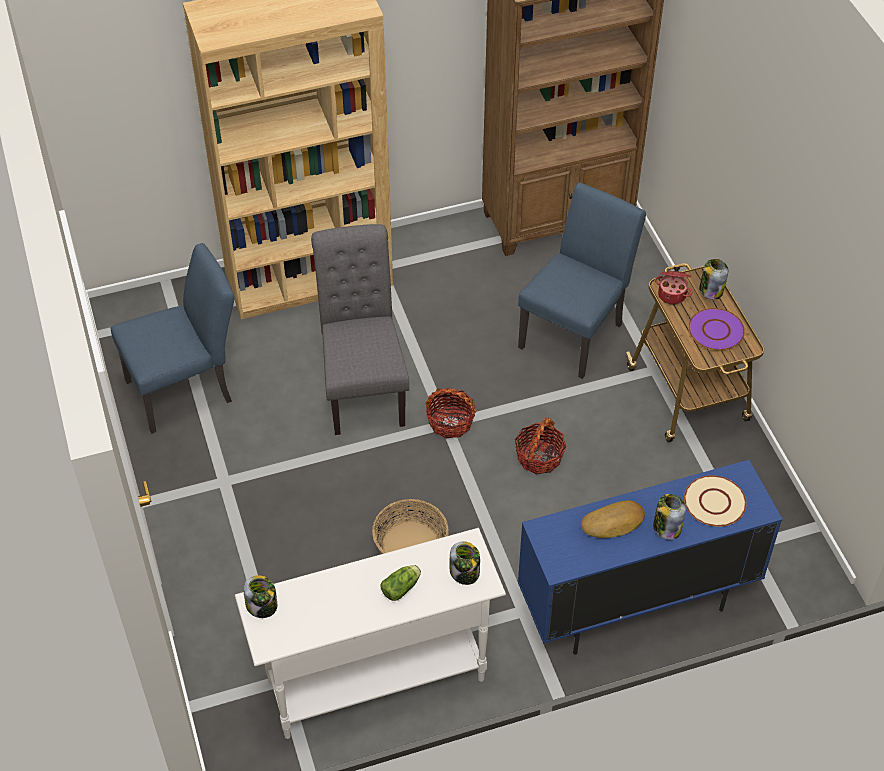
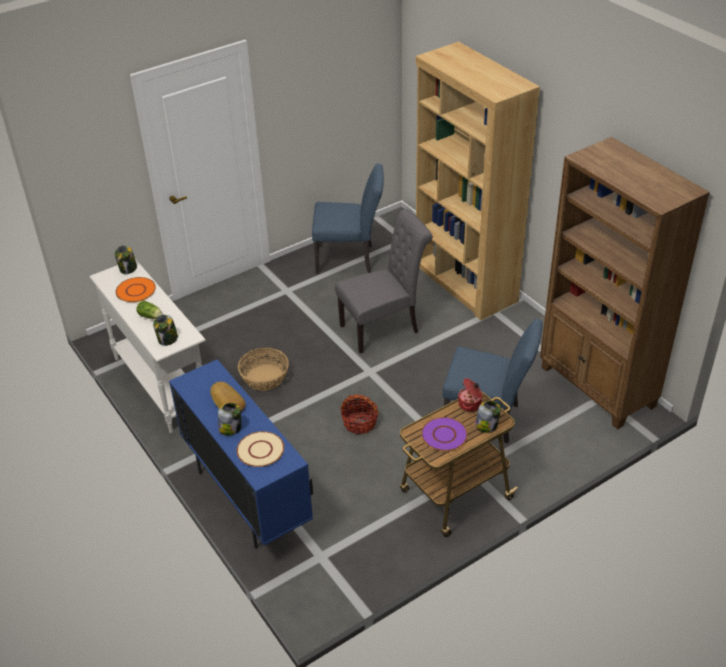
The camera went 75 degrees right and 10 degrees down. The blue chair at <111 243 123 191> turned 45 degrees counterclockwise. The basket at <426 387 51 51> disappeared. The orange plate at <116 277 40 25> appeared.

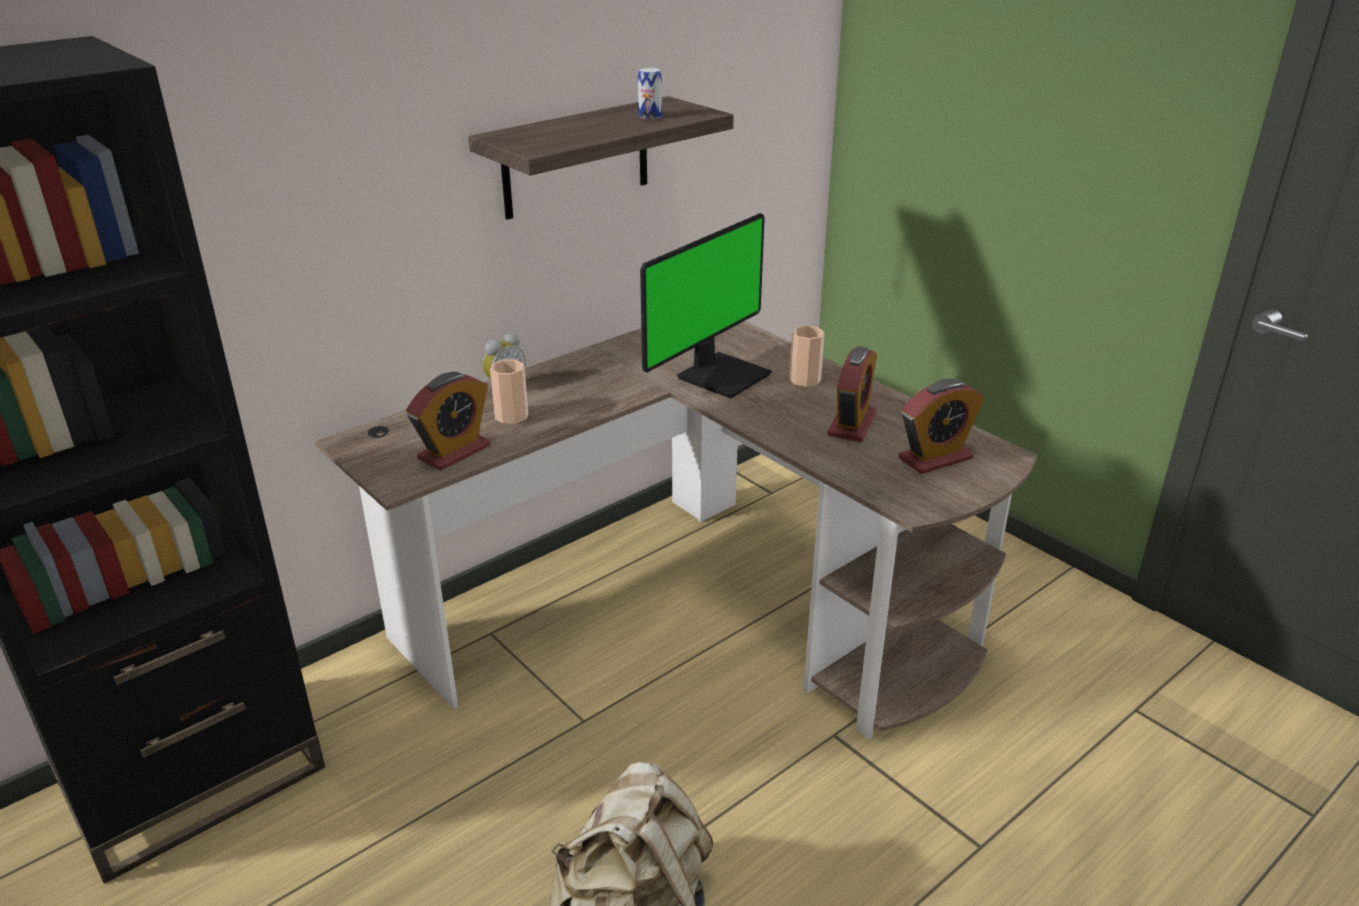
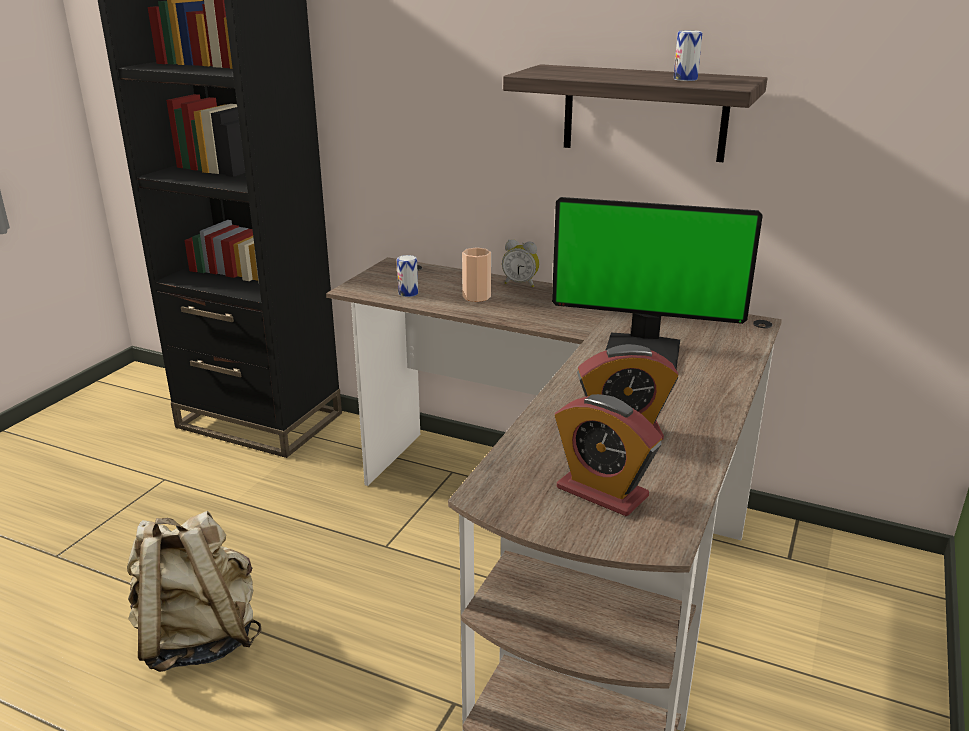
The camera went 65 degrees right and 5 degrees down. The cup at <789 325 36 62> disappeared. The alarm clock at <406 372 85 99> was replaced by the can at <397 255 21 42>.

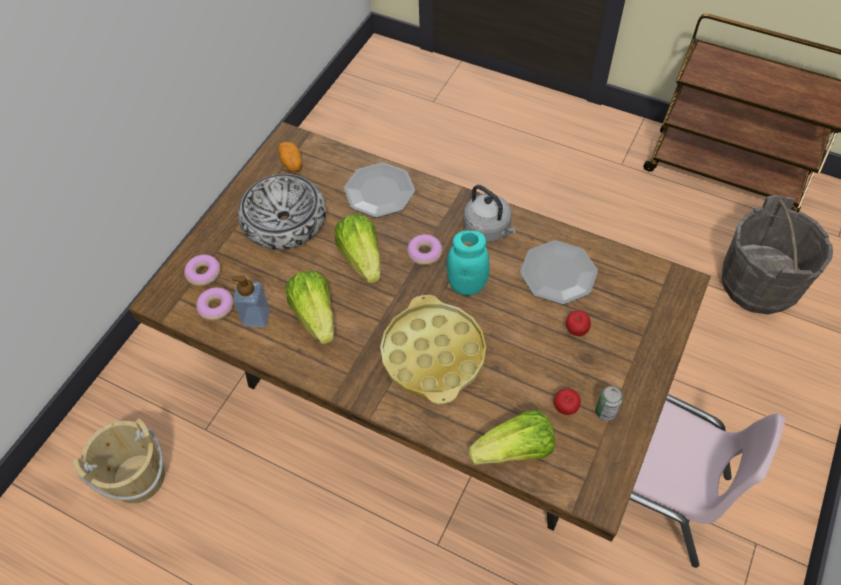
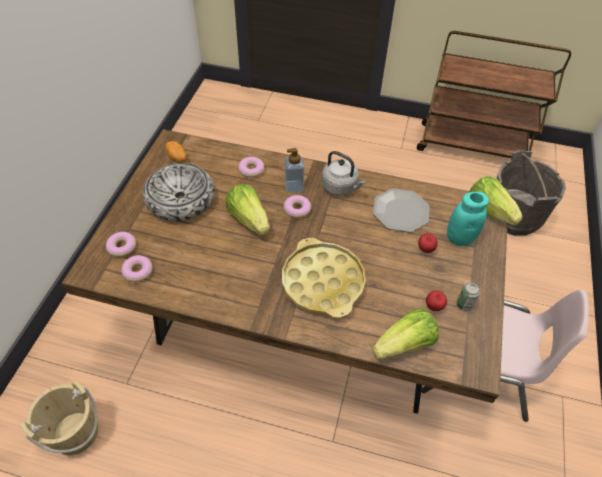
The camera went 15 degrees left and 5 degrees down. The plate at <344 163 71 54> was replaced by the donut at <238 157 26 21>. The turquoise jar moved from <447 231 43 64> to <447 192 42 54>. The lettuce moved from <285 271 49 73> to <469 176 54 50>. The soap dispenser moved from <231 275 39 53> to <285 148 19 45>.

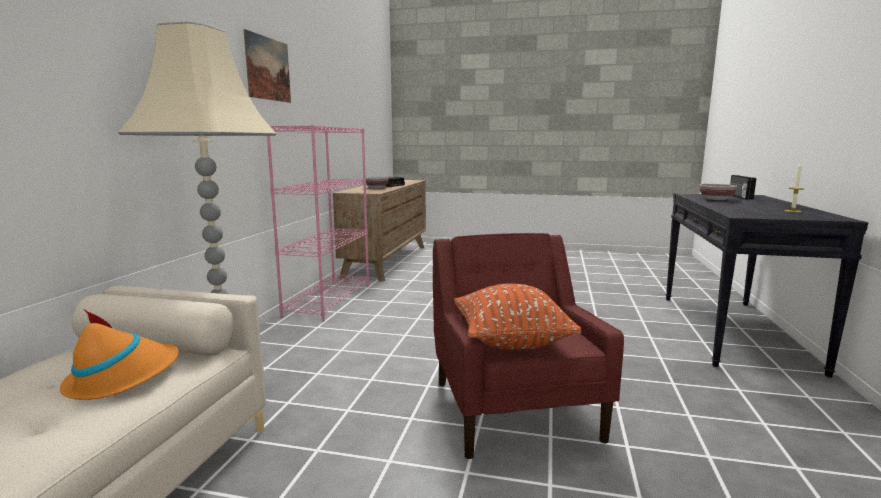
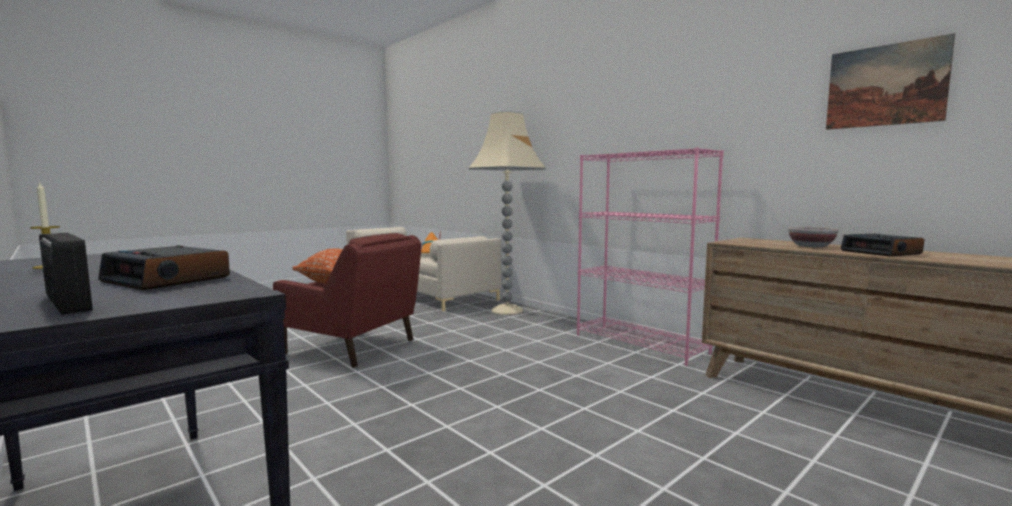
The camera went 125 degrees right and 5 degrees down. The picture moved from <243 29 48 74> to <826 33 129 97>. The bowl at <699 184 38 16> was replaced by the alarm clock at <98 245 132 45>.

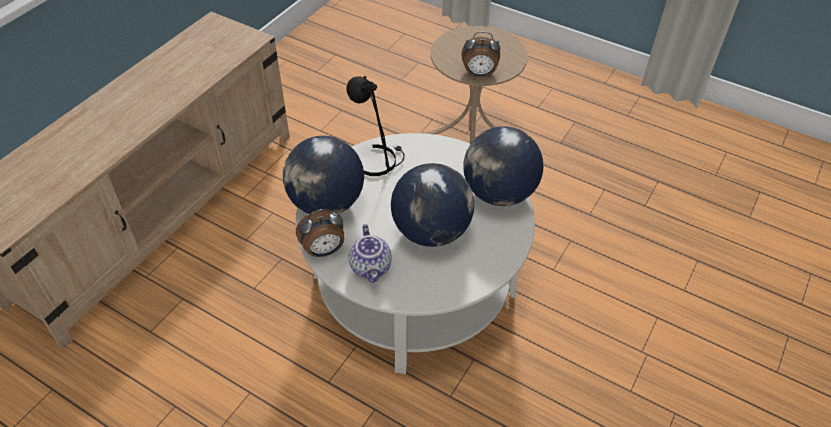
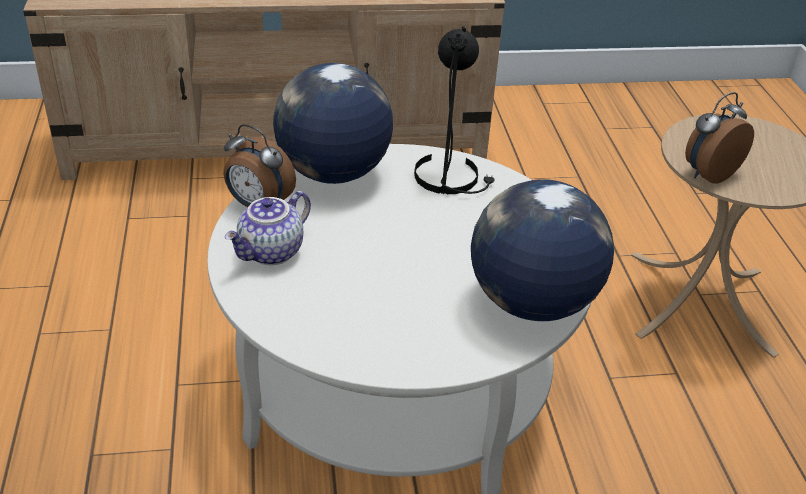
The camera went 50 degrees right and 10 degrees down. The alarm clock at <462 32 38 45> turned 90 degrees clockwise. The globe at <391 163 83 84> disappeared.

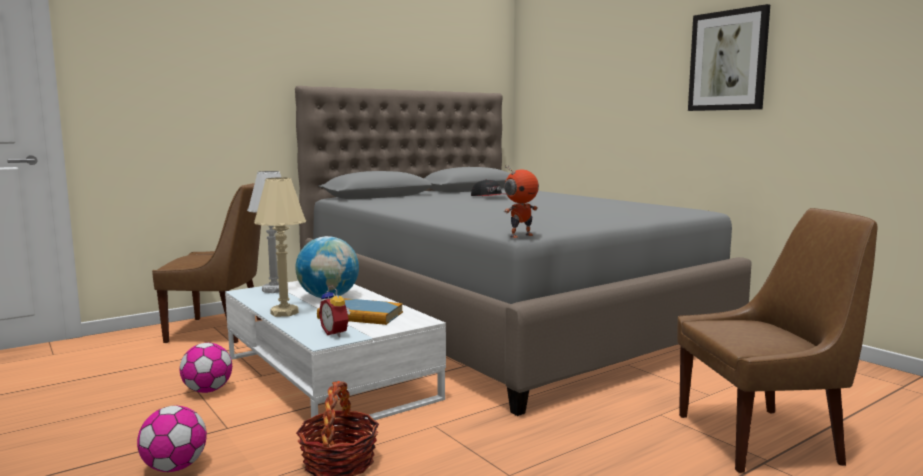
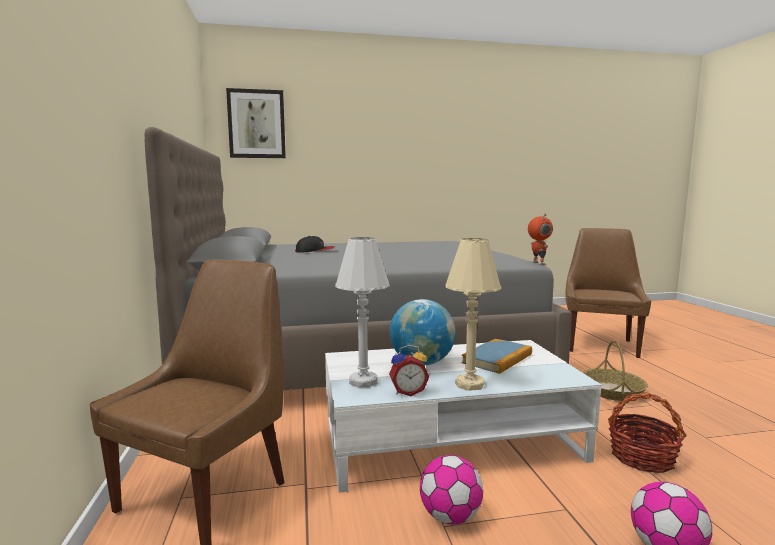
The camera went 65 degrees left and 0 degrees up. The picture moved from <688 4 82 107> to <226 88 60 70>. The alarm clock moved from <319 286 32 51> to <389 345 40 51>. The basket at <582 340 66 61> appeared.

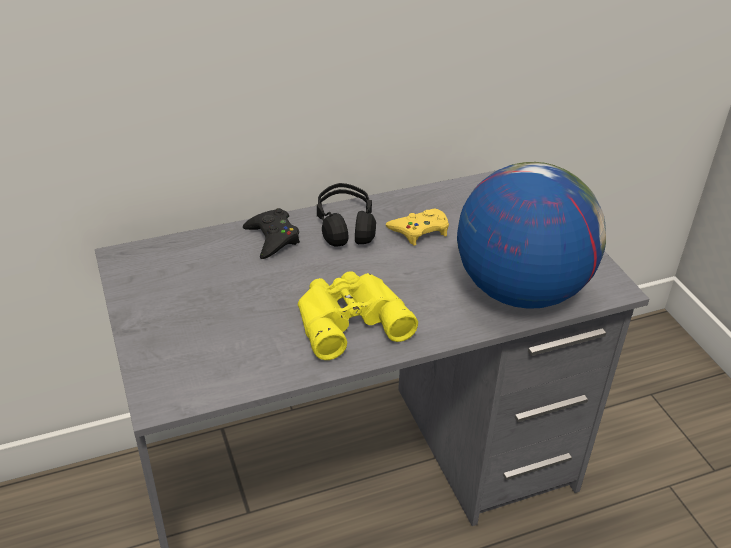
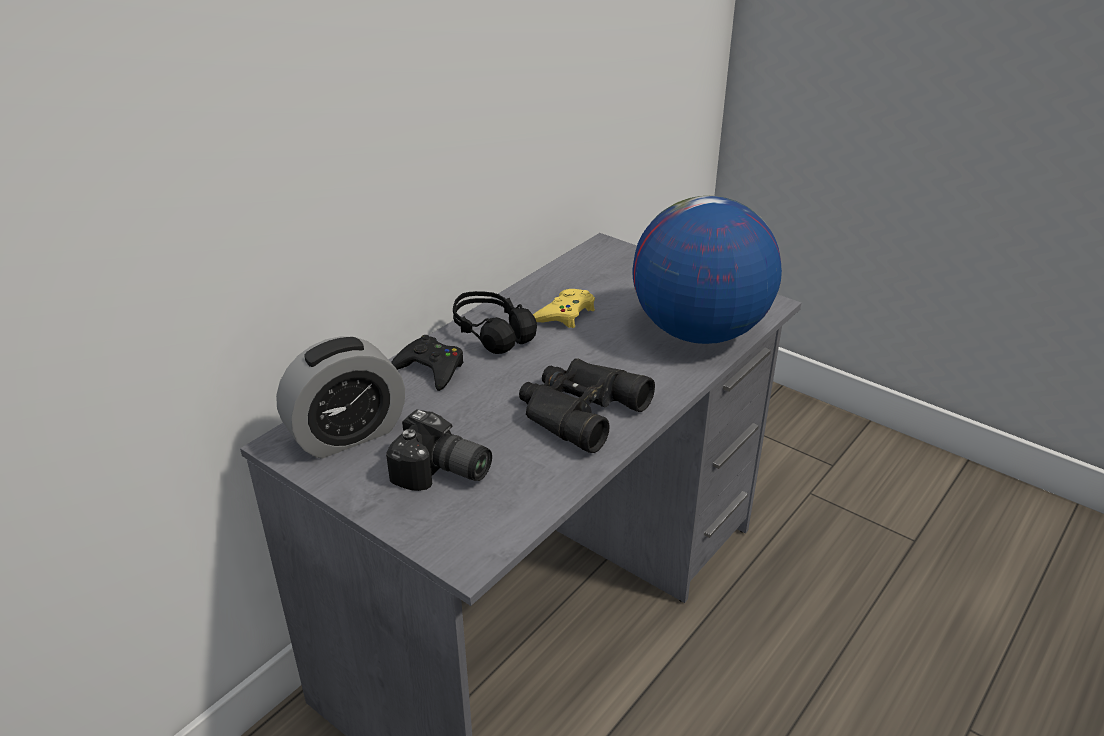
The camera went 30 degrees left and 5 degrees down. The yellow binoculars at <298 271 120 89> became the black binoculars at <519 358 136 95>. The alarm clock at <276 336 129 123> appeared. The photo camera at <386 409 106 82> appeared.

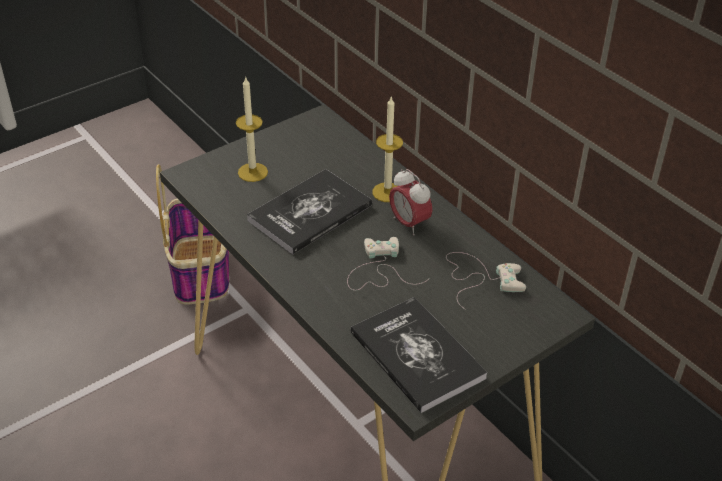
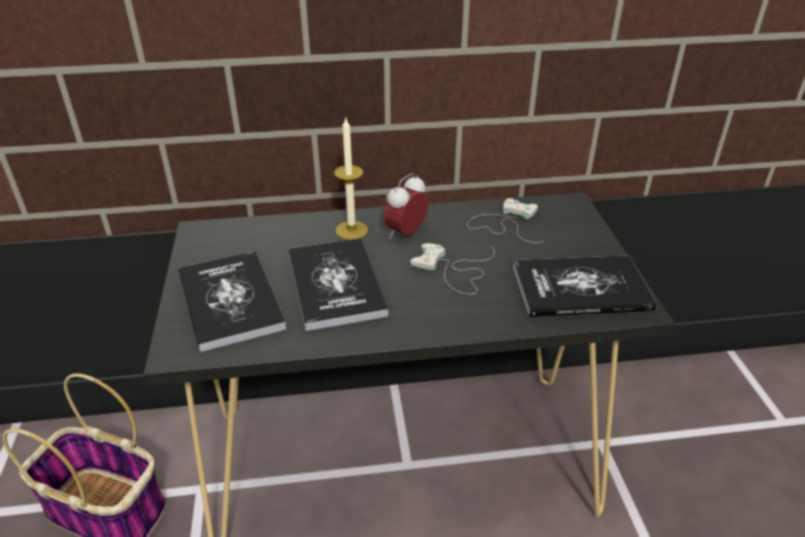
The camera went 60 degrees left and 5 degrees down. The candle at <236 78 32 104> was replaced by the book at <179 251 107 101>. The alarm clock at <389 169 43 66> turned 135 degrees clockwise.

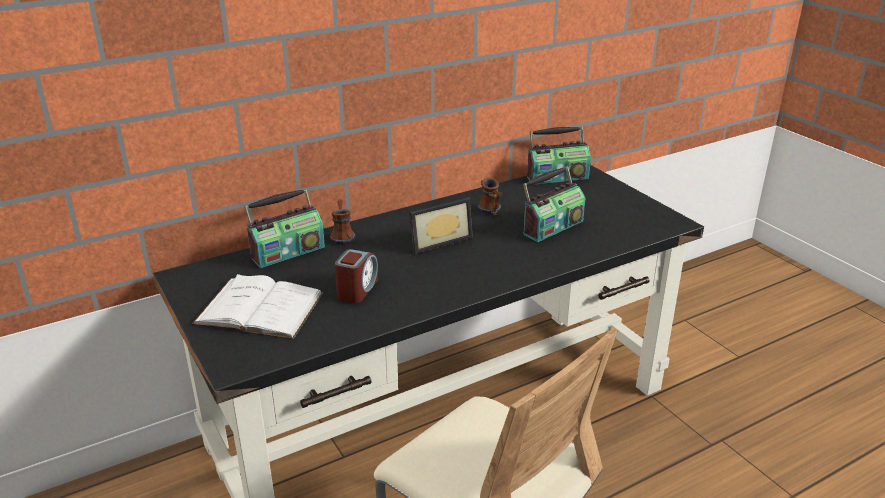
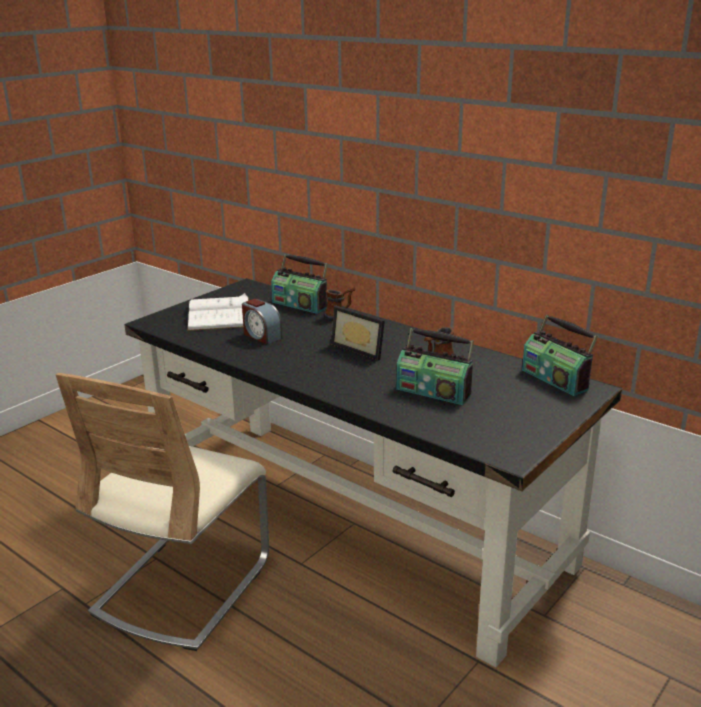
The camera went 70 degrees right and 5 degrees down. The alarm clock at <335 249 43 54> turned 45 degrees clockwise.

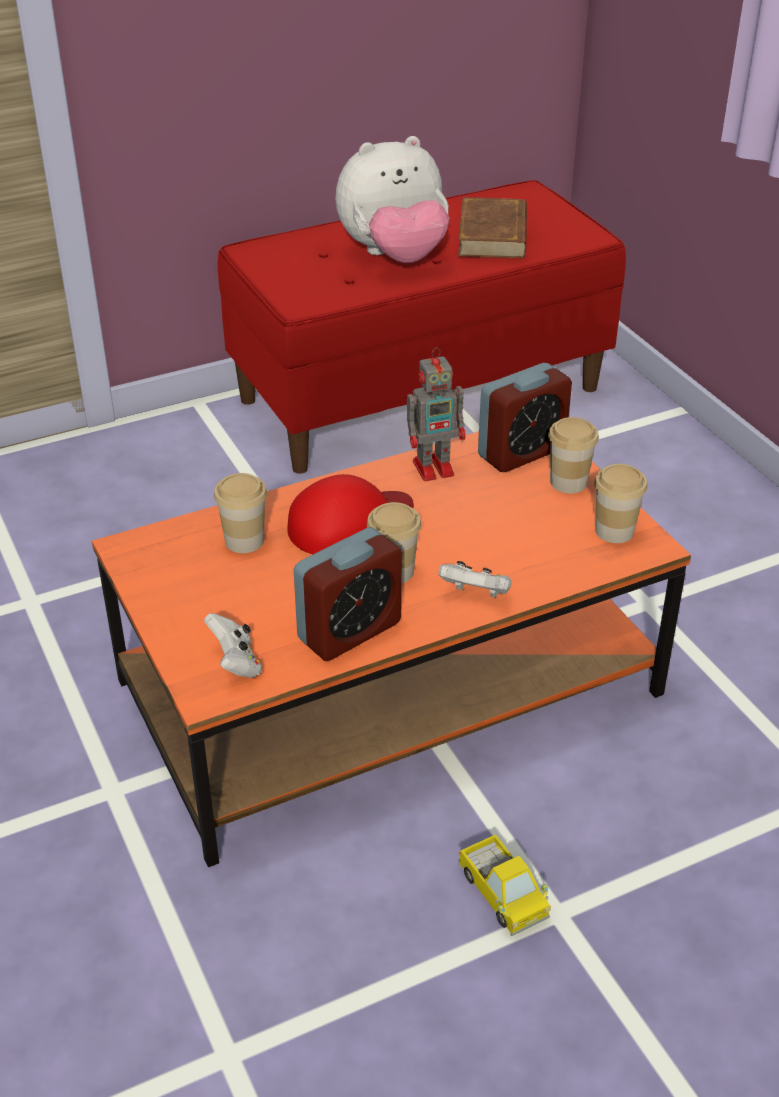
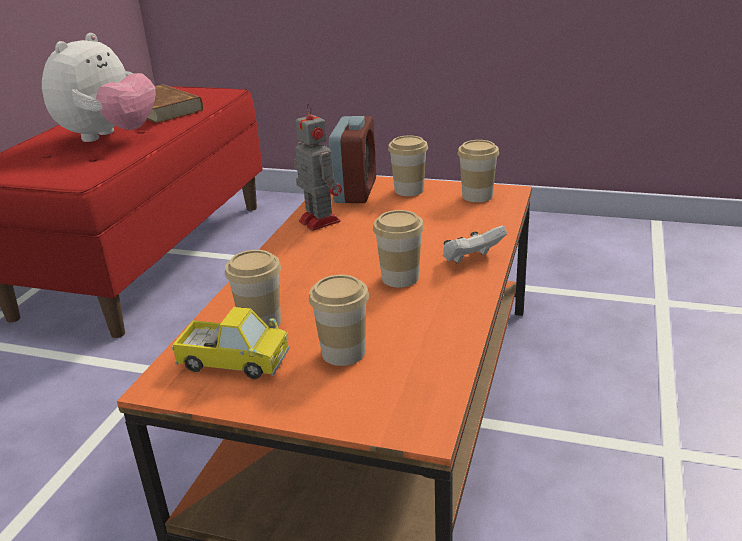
The camera went 45 degrees left and 10 degrees down. The toy robot at <407 347 59 134> turned 60 degrees counterclockwise. The red cap at <287 474 127 80> disappeared. The alarm clock at <294 528 108 133> disappeared. The white game controller at <204 613 58 65> disappeared. The toy truck moved from <458 834 93 102> to <171 307 119 72>. The cup at <309 275 60 91> appeared.

